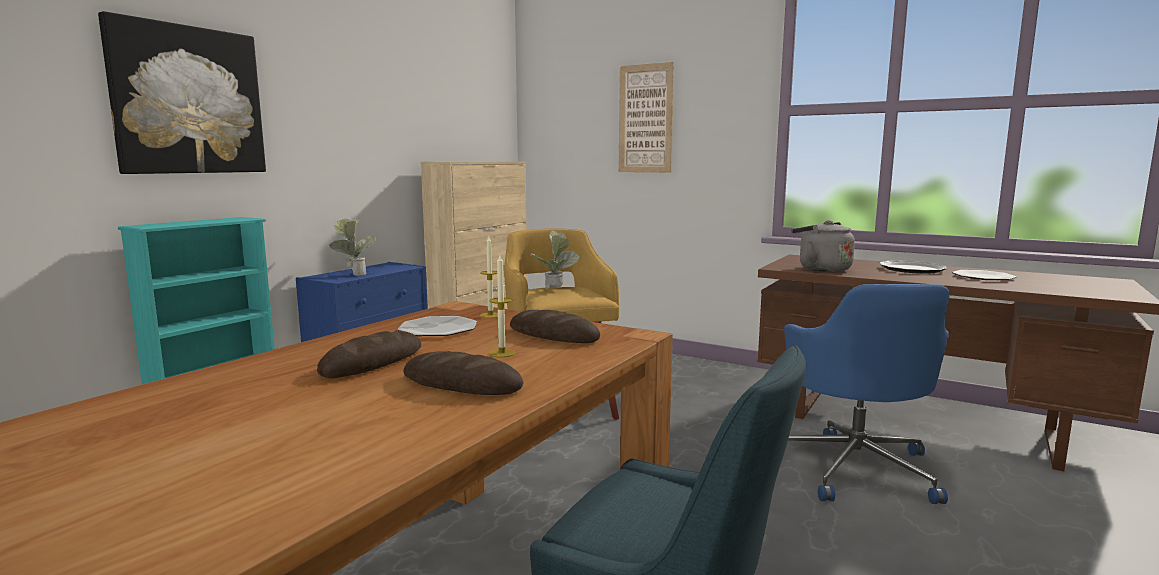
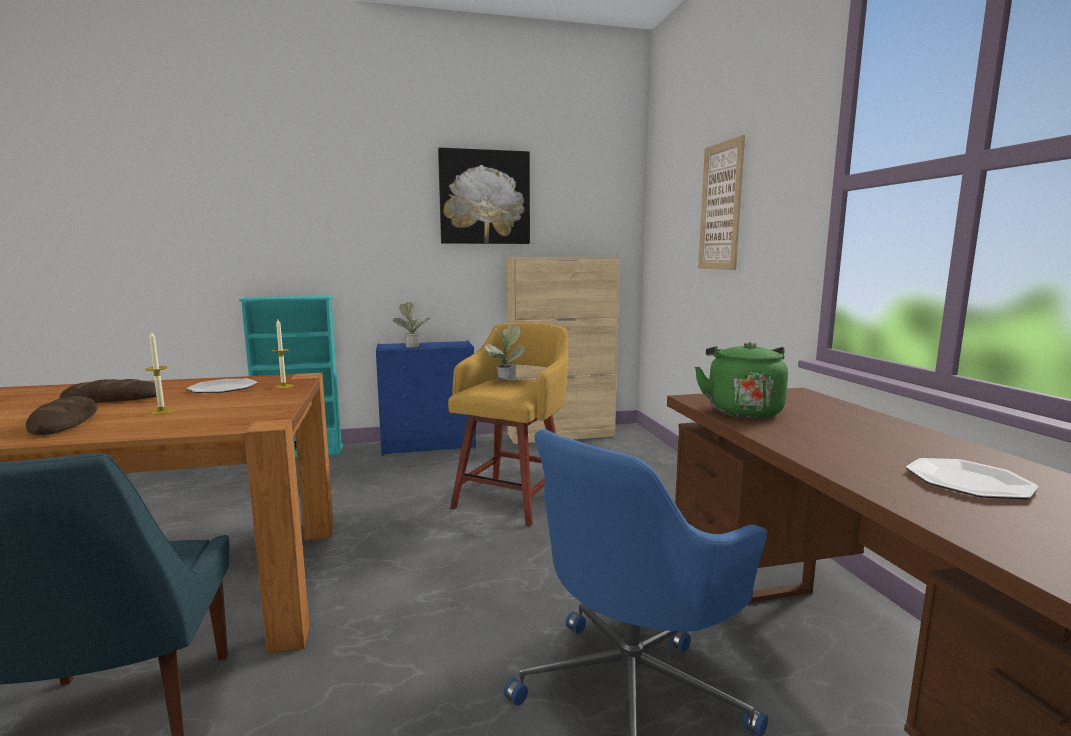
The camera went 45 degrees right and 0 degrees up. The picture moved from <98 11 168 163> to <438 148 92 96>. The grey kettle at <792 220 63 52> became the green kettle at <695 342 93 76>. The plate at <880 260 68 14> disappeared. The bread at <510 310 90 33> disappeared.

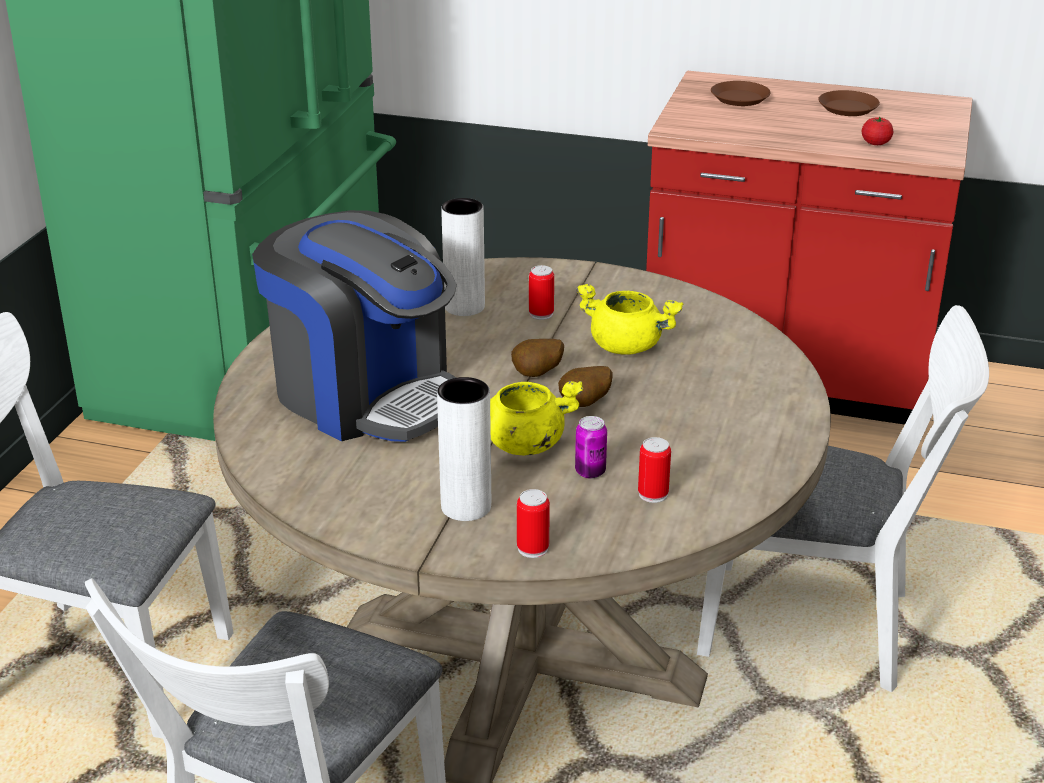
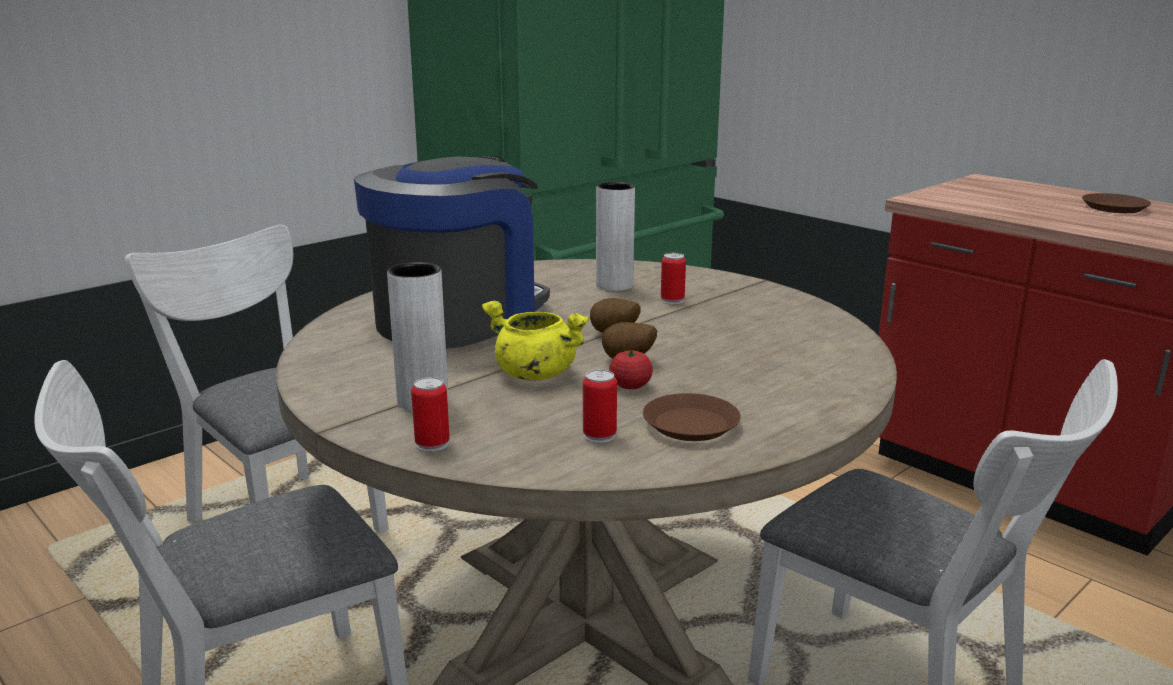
The camera went 30 degrees right and 10 degrees down. The brown plate moved from <711 81 60 25> to <643 393 98 48>. The tomato moved from <862 117 31 28> to <609 350 44 39>. The coffee machine at <252 210 205 232> turned 120 degrees counterclockwise. The yellow cooking pot at <576 284 107 71> disappeared. The can at <575 416 32 63> disappeared.

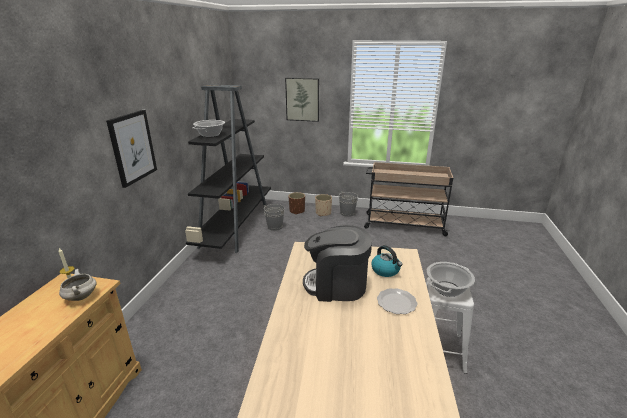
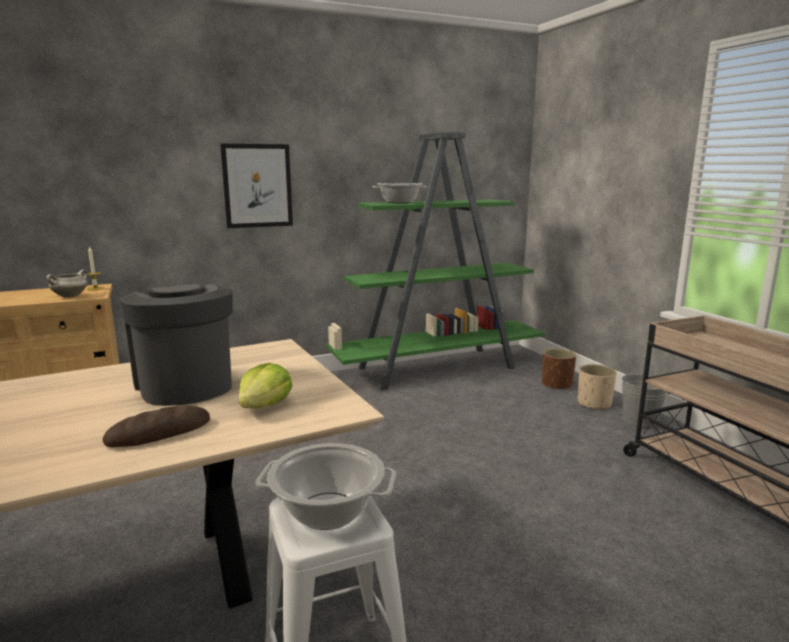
The camera went 55 degrees right and 10 degrees down. The picture at <285 78 34 44> disappeared. The black bookcase at <185 85 86 168> became the green bookcase at <326 132 219 258>. The grey bucket at <264 204 20 27> disappeared. The kettle at <371 245 31 32> was replaced by the lettuce at <238 363 54 45>. The plate at <377 288 40 26> was replaced by the bread at <103 406 107 41>.

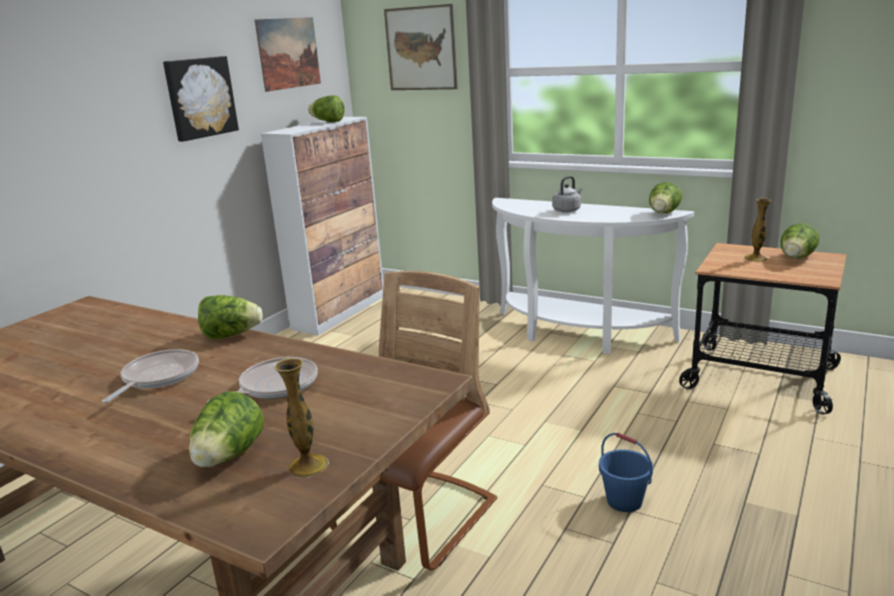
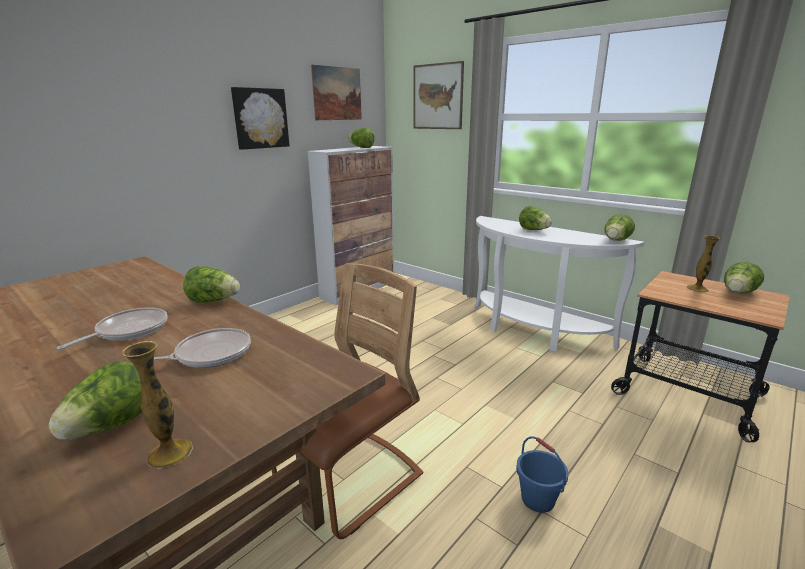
The camera went 10 degrees right and 0 degrees up. The grey kettle at <552 176 30 37> was replaced by the lettuce at <519 206 33 24>.

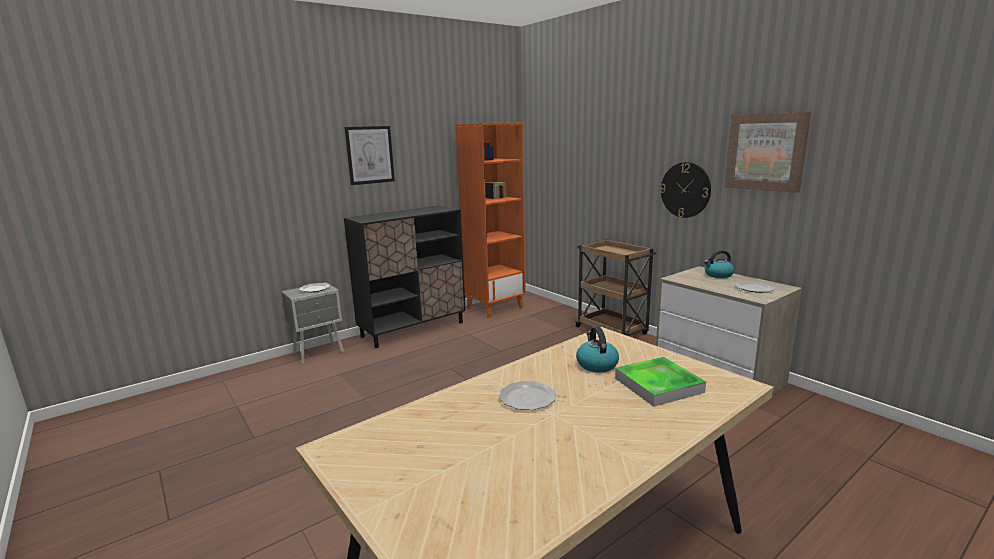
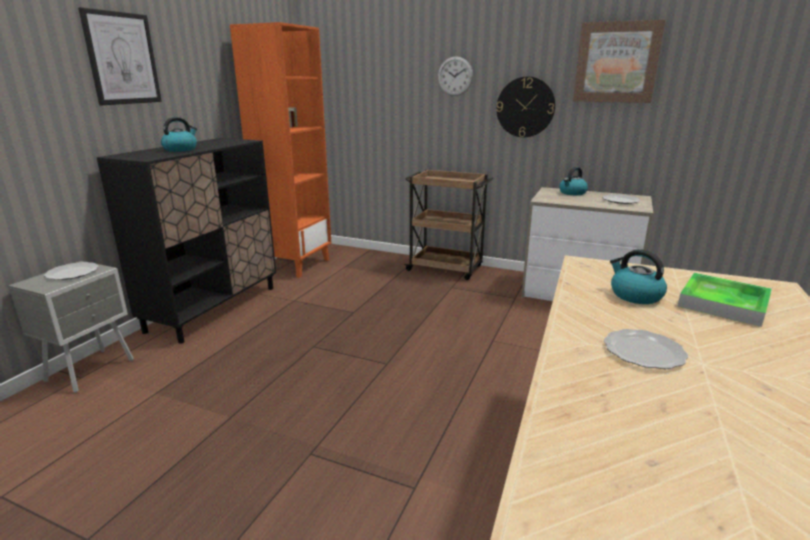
The camera went 30 degrees left and 5 degrees up. The wall clock at <438 56 35 40> appeared. The kettle at <161 117 36 35> appeared.

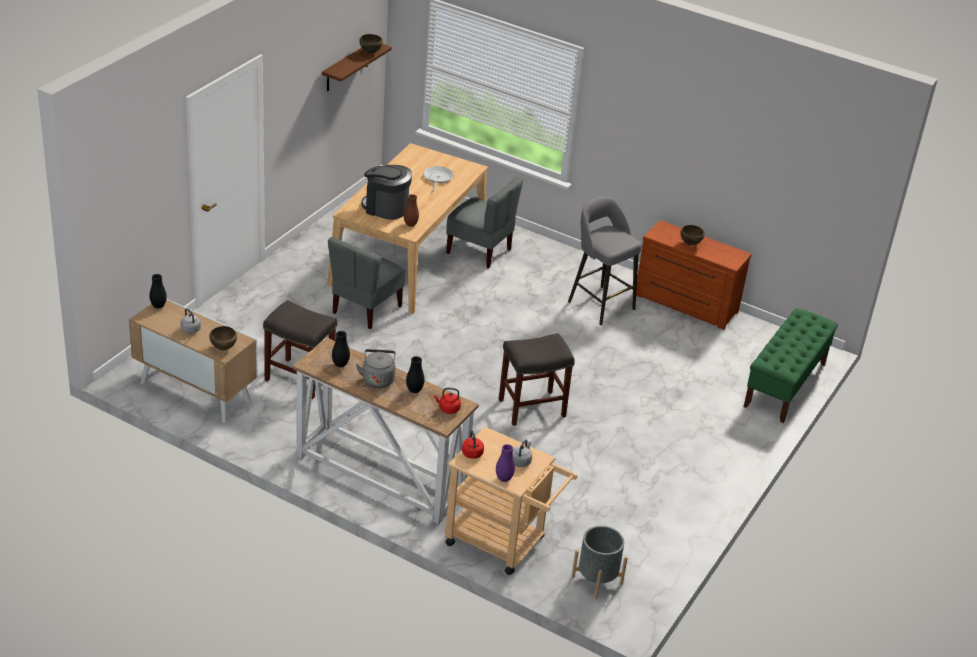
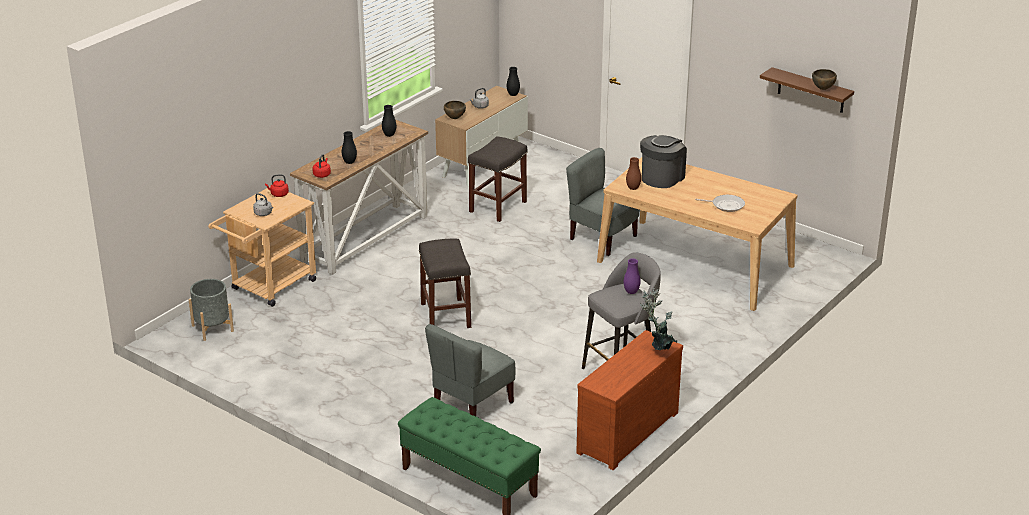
The camera went 100 degrees right and 5 degrees down. The grey chair moved from <446 177 77 92> to <425 324 90 92>. The brown bowl at <681 225 24 21> disappeared. The grey kettle at <356 349 40 39> disappeared. The purple vase moved from <496 444 19 38> to <624 258 17 36>. The potted plant at <640 288 37 62> appeared.

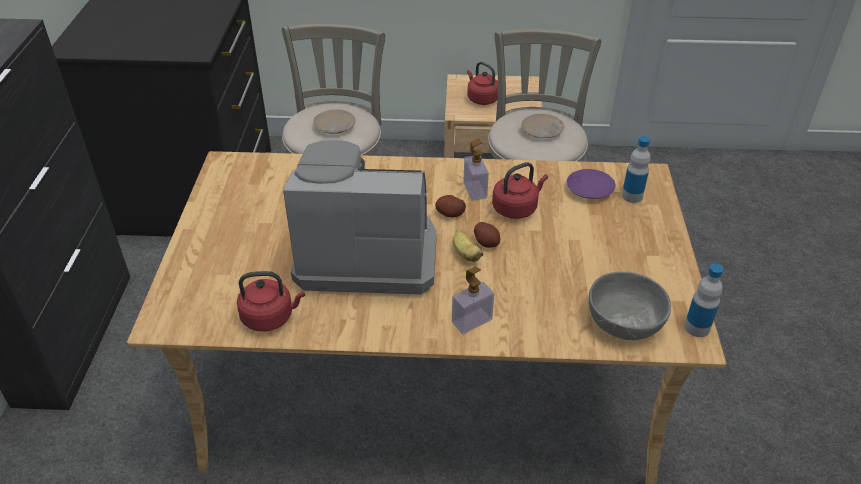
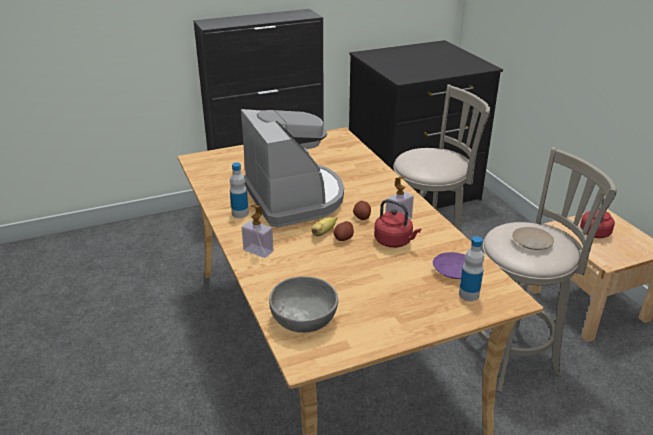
The camera went 65 degrees right and 10 degrees down. The beige plate at <313 109 43 25> disappeared. The bottle moved from <684 264 39 73> to <230 162 19 56>. The red kettle at <237 271 68 61> disappeared.

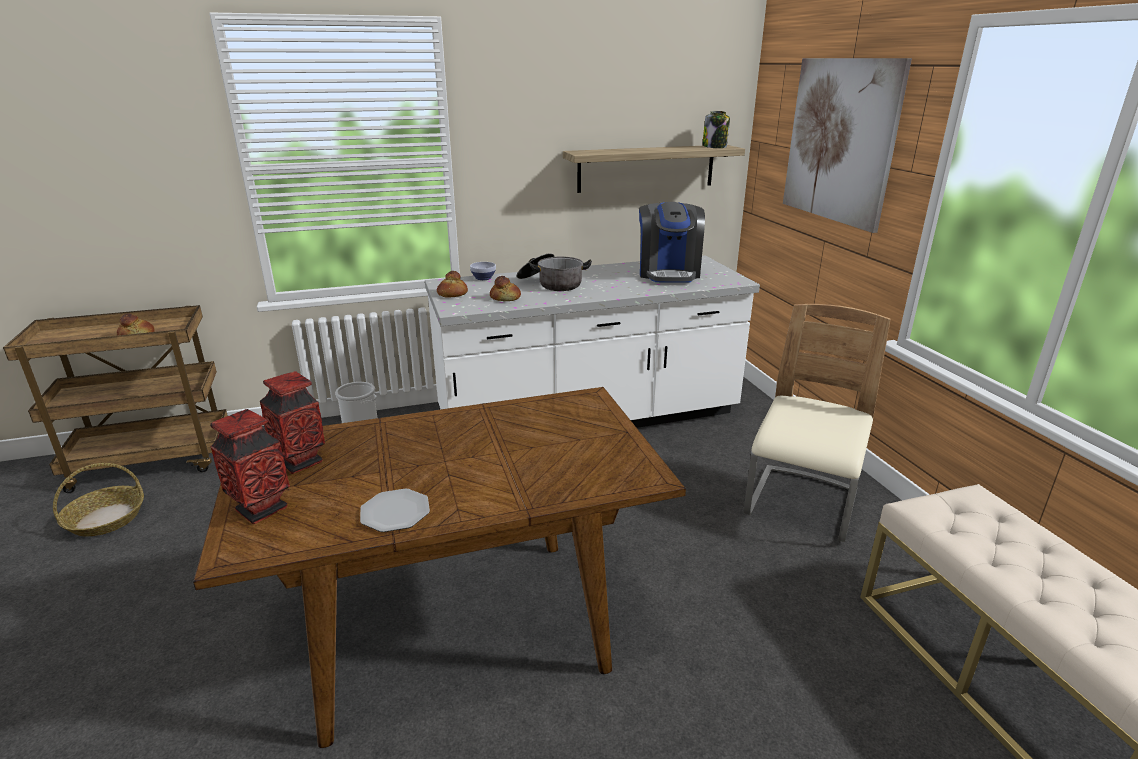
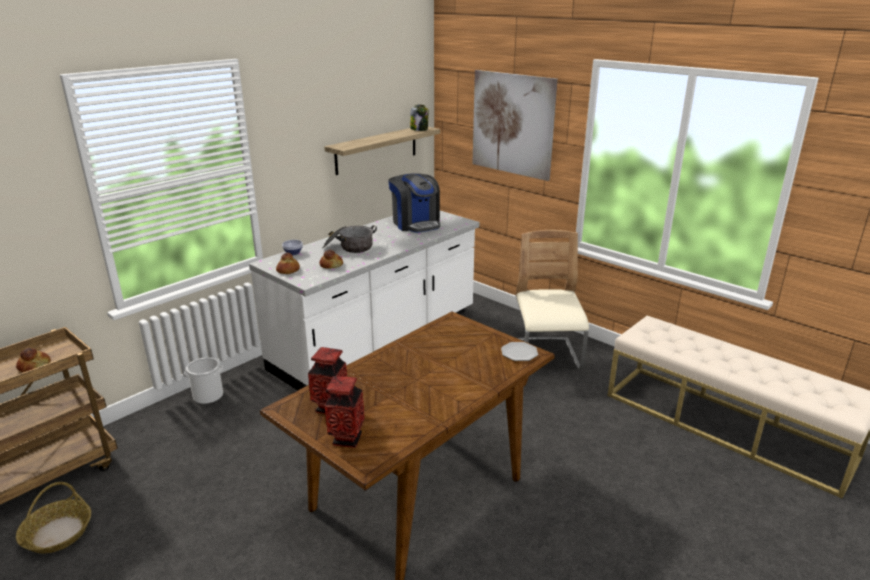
The camera went 30 degrees left and 0 degrees up. The plate moved from <360 489 70 43> to <501 342 37 19>.

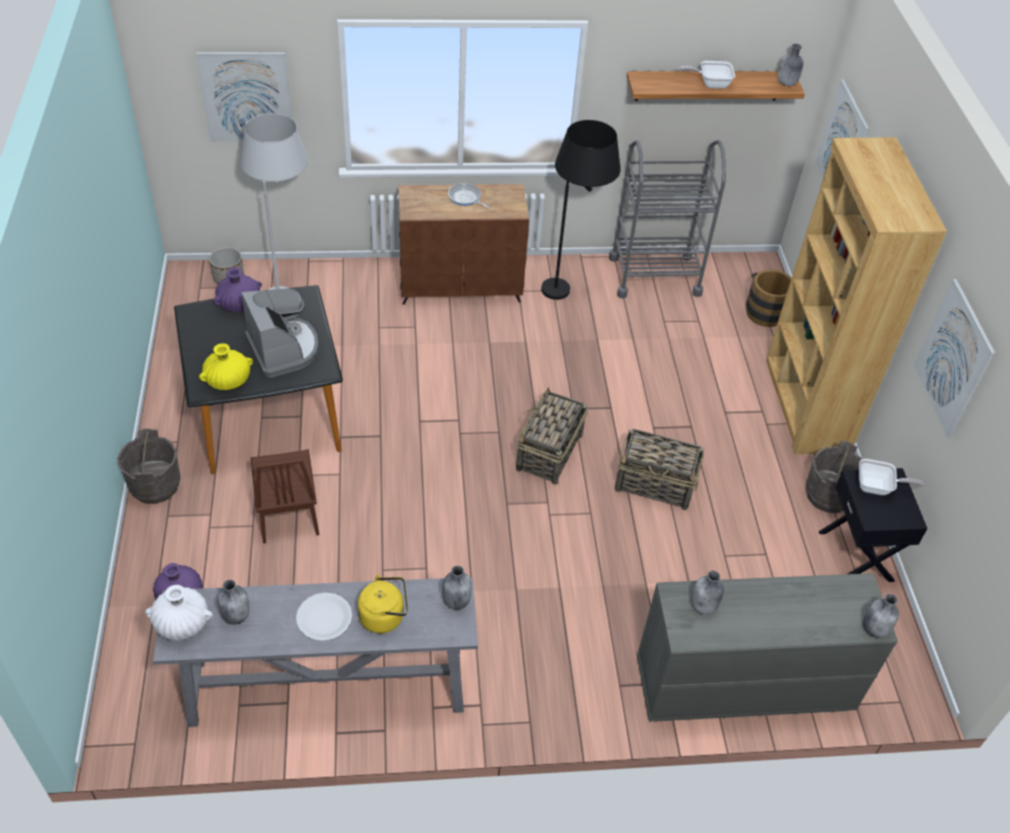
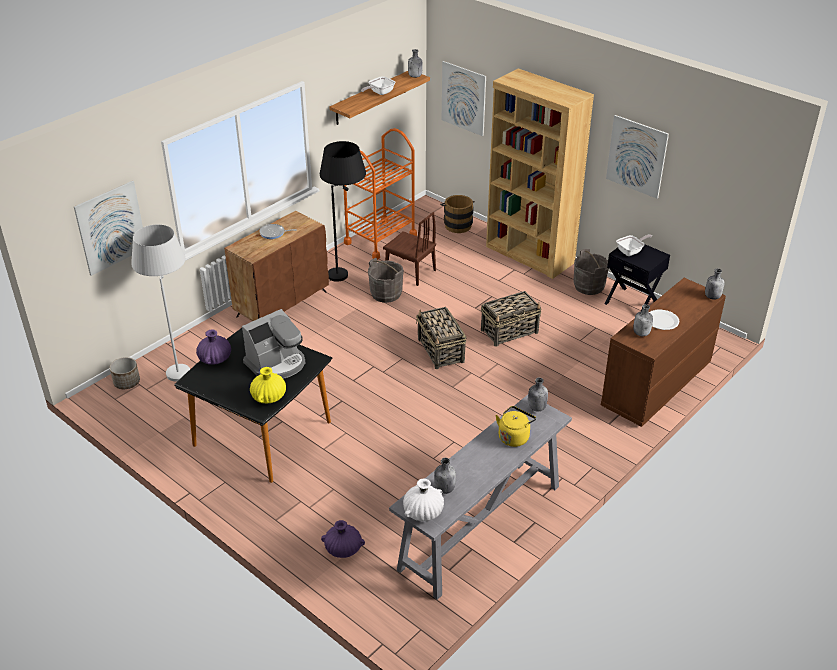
The camera went 40 degrees left and 10 degrees down. The grey cart at <609 140 117 158> became the orange cart at <344 128 73 132>. The coffee machine at <241 288 78 90> turned 120 degrees clockwise. The grey bucket moved from <117 428 63 76> to <368 258 36 45>. The brown chair moved from <251 449 68 95> to <383 212 53 74>. The grey dresser at <637 573 261 149> became the brown dresser at <601 278 125 149>. The white plate moved from <296 593 56 48> to <649 310 30 20>.

